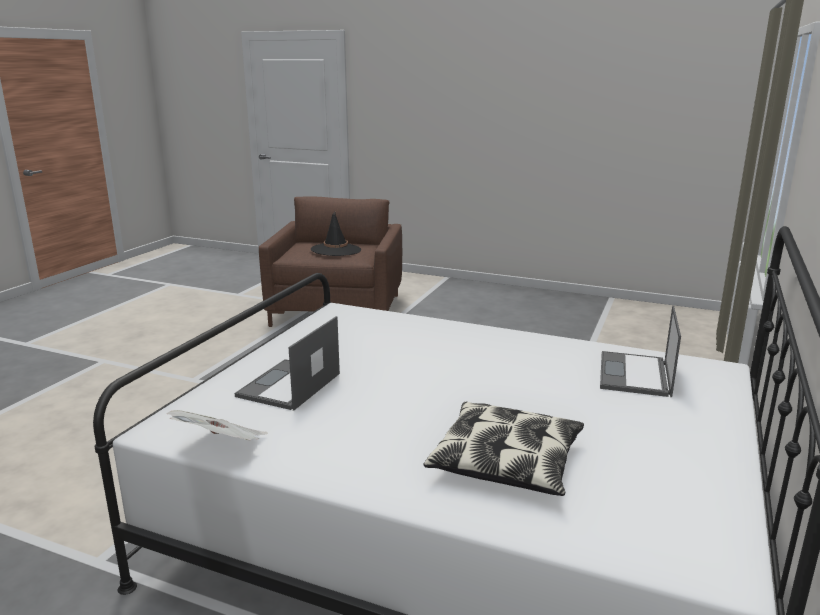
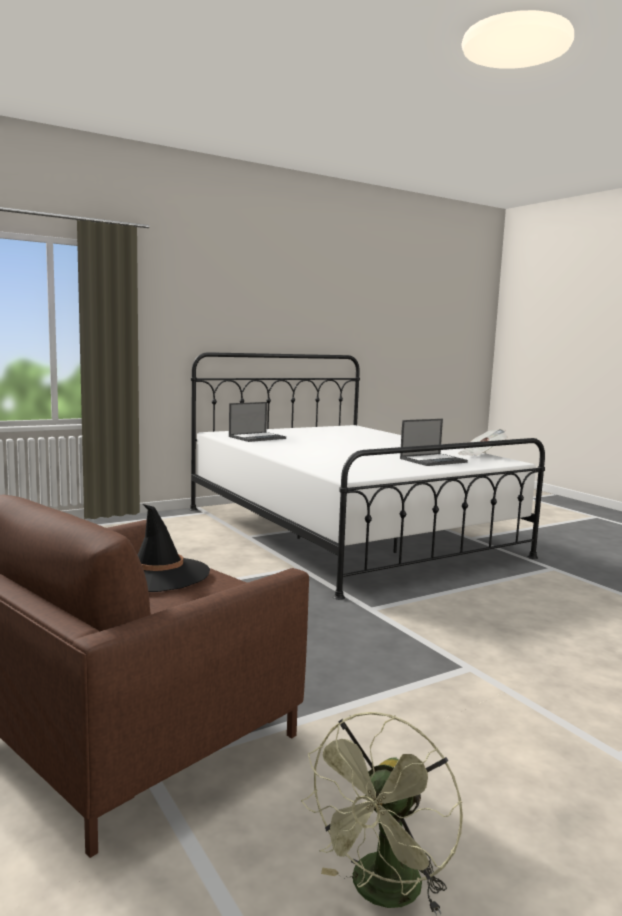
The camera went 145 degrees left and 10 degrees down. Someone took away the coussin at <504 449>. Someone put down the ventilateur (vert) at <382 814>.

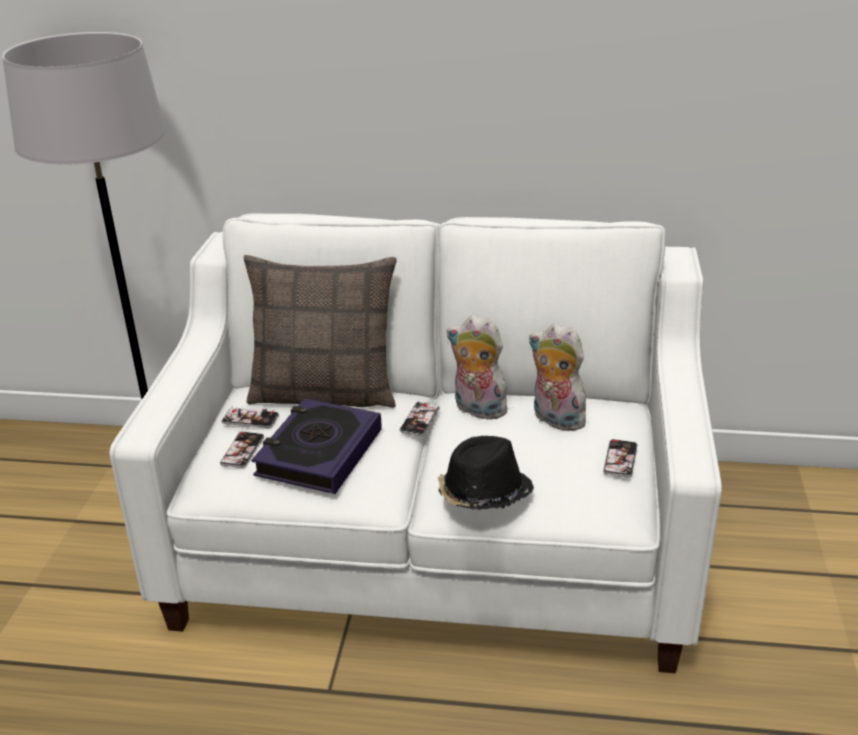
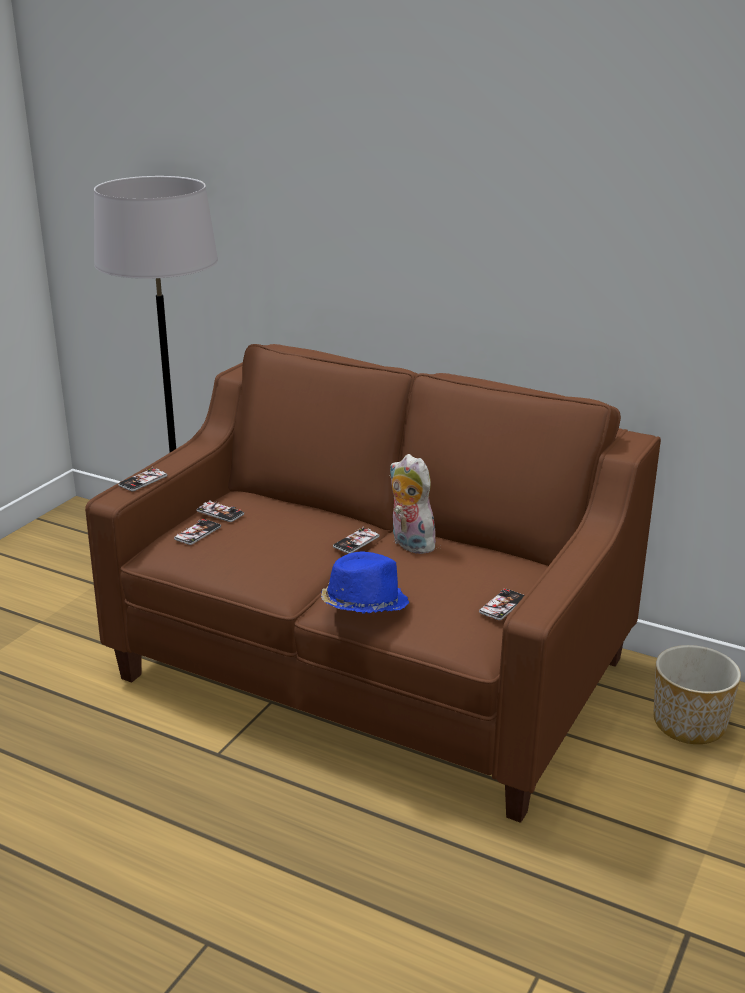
The camera went 20 degrees right and 5 degrees down. Someone repainted the canapé (blanc) at <416 443>, which became the canapé (marron) at <373 583>. Someone took away the coussin at <320 331>. Someone took away the peluche at <557 377>. Someone took away the livre at <316 446>. Someone repainted the chapeau (noir) at <486 473>, which became the chapeau (bleu) at <365 582>. Someone put down the téléphone at <142 479>. Someone put down the cache-pot at <697 694>.

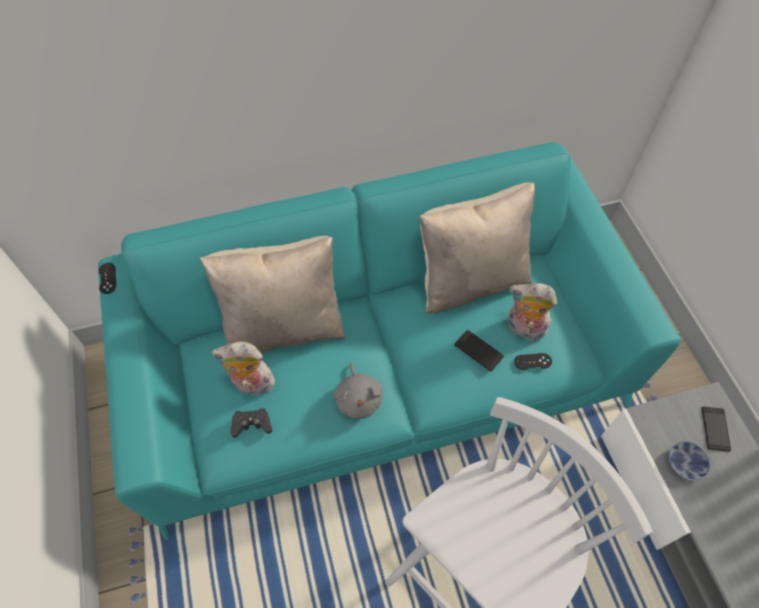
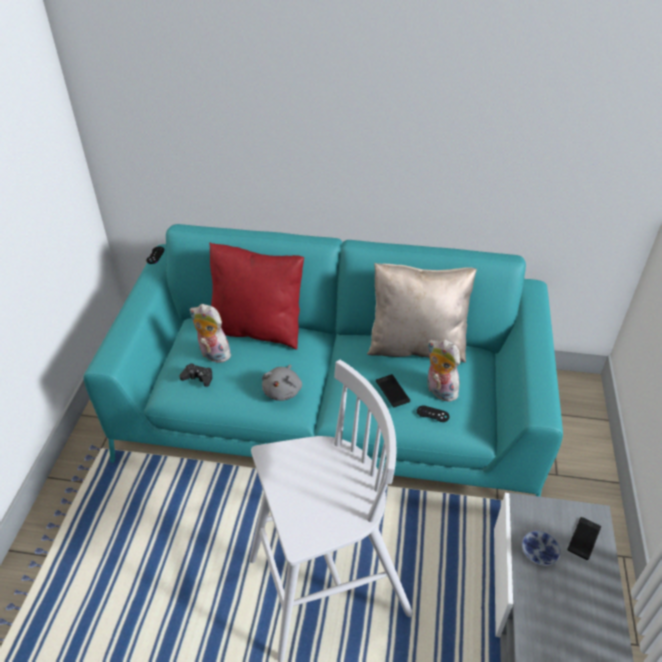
The camera went 25 degrees right and 15 degrees down. Someone repainted the coussin (beige) at <273 294>, which became the coussin (rouge) at <256 296>.

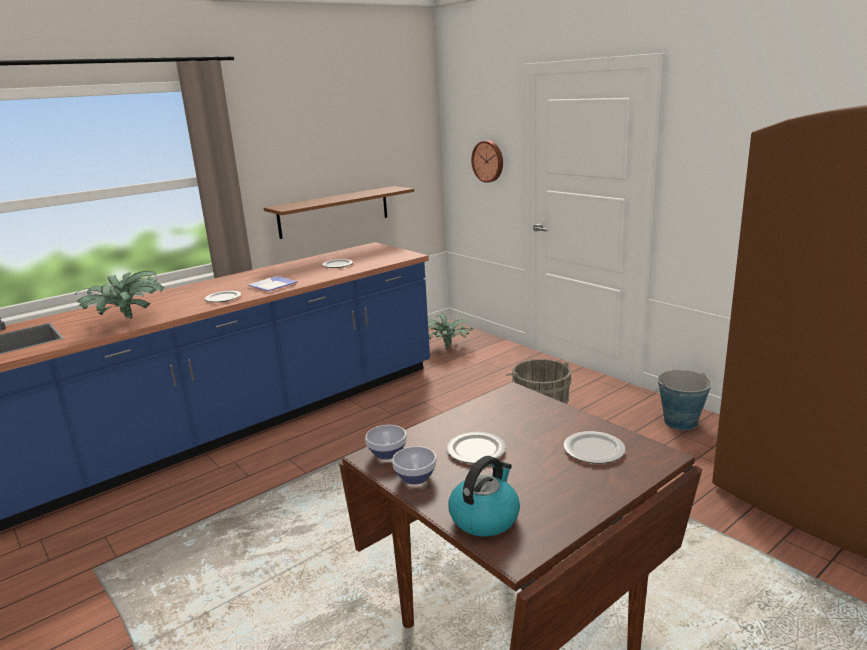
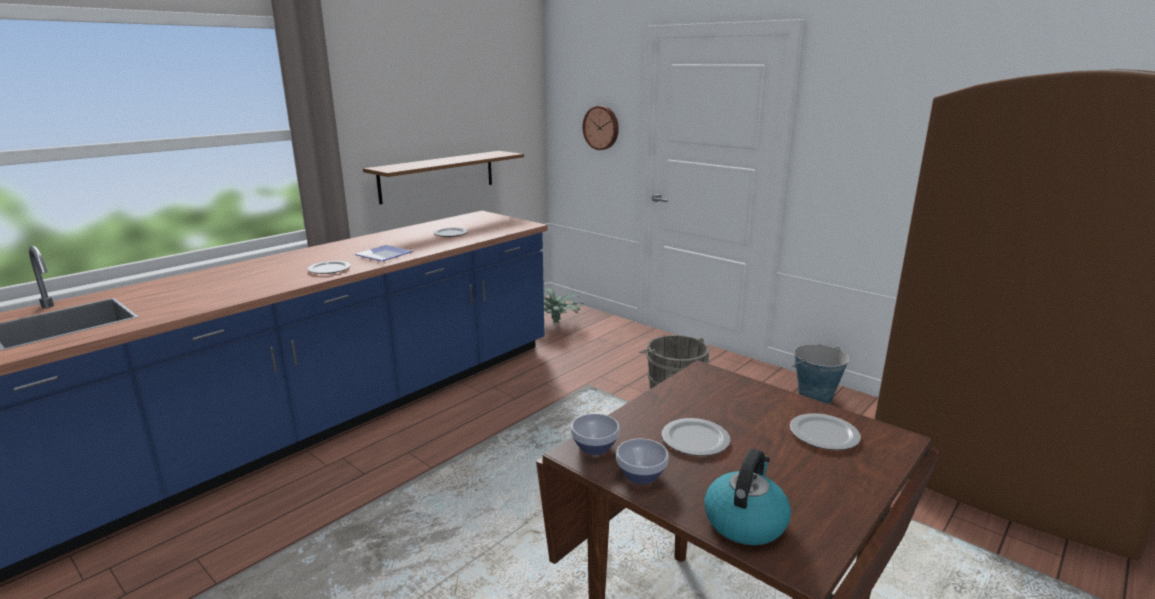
The camera went 10 degrees left and 0 degrees up. Someone took away the plante en pot at <119 295>.

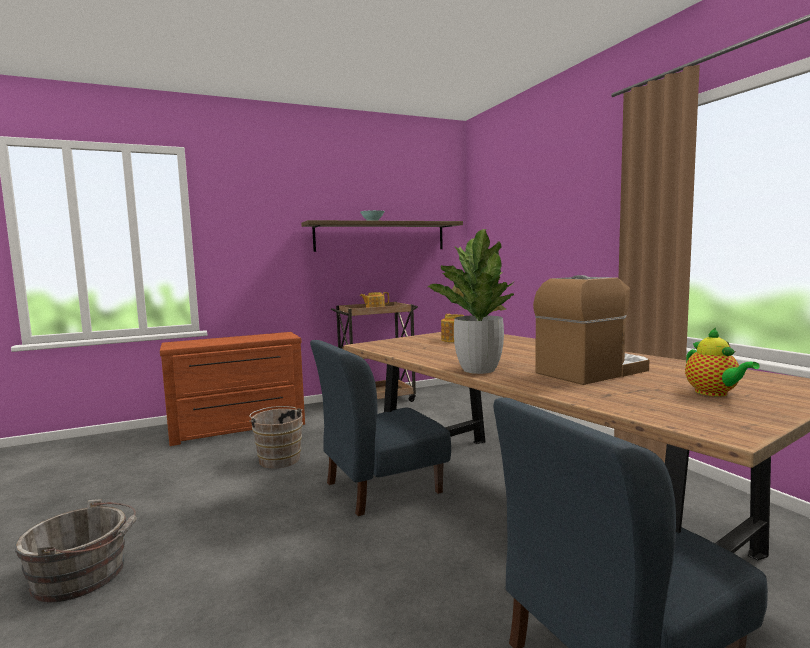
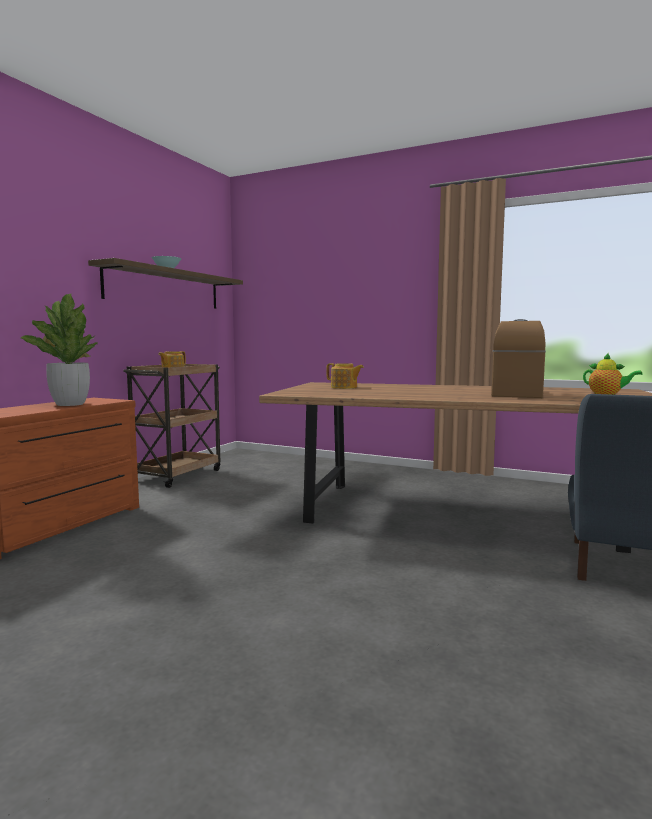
The camera went 40 degrees left and 0 degrees up. Someone carried the plante en pot from <471 301> to <59 350>. Someone took away the chaise (bleu) at <380 428>. Someone took away the seau (marron) at <276 437>. Someone took away the seau (gris) at <76 551>.

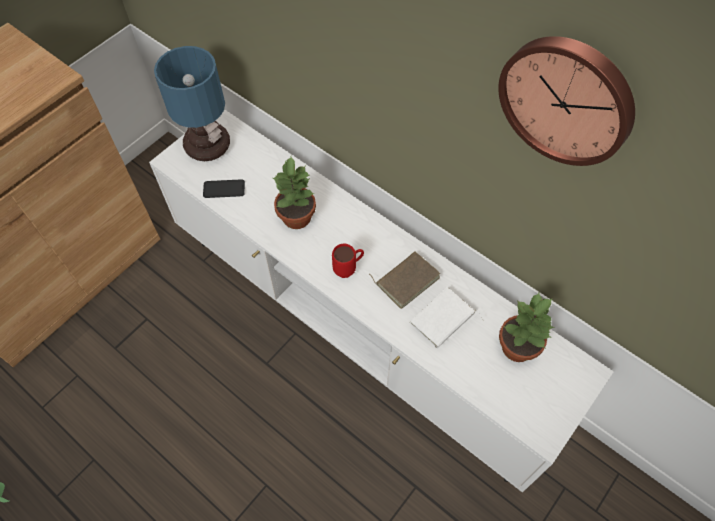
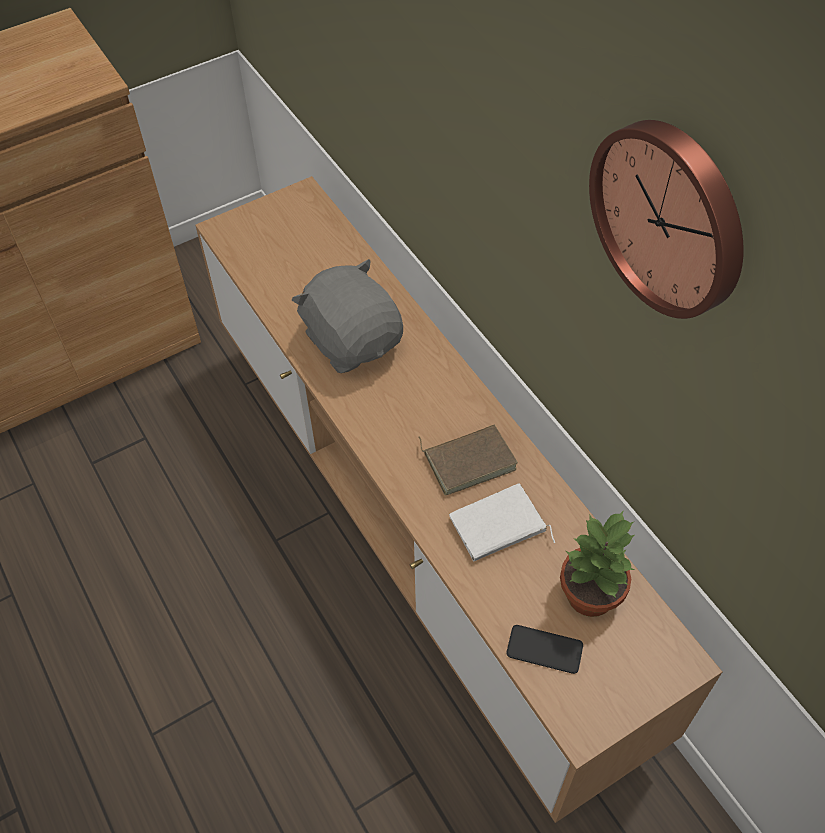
The camera went 20 degrees right and 5 degrees down. Someone took away the lampe de table at <192 103>. Someone repainted the meuble télé (blanc) at <381 301>, which became the meuble télé (marron) at <458 499>. Someone swapped the plante en pot at <294 193> for the peluche (gris) at <347 316>. Someone carried the téléphone from <224 188> to <545 649>. Someone took away the mug (rouge) at <348 261>.

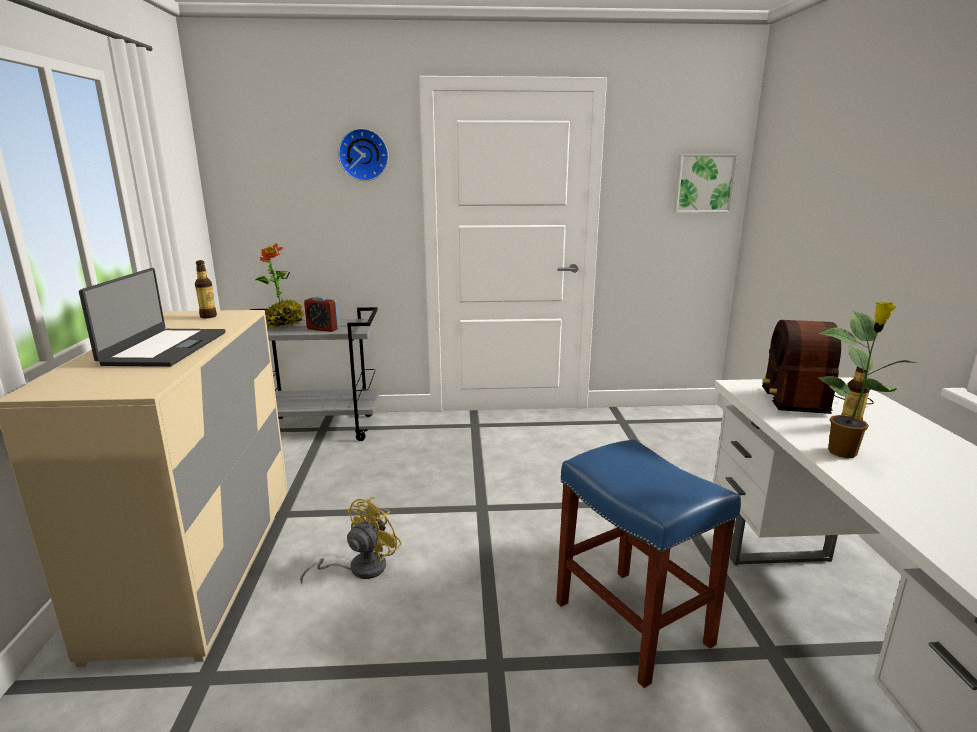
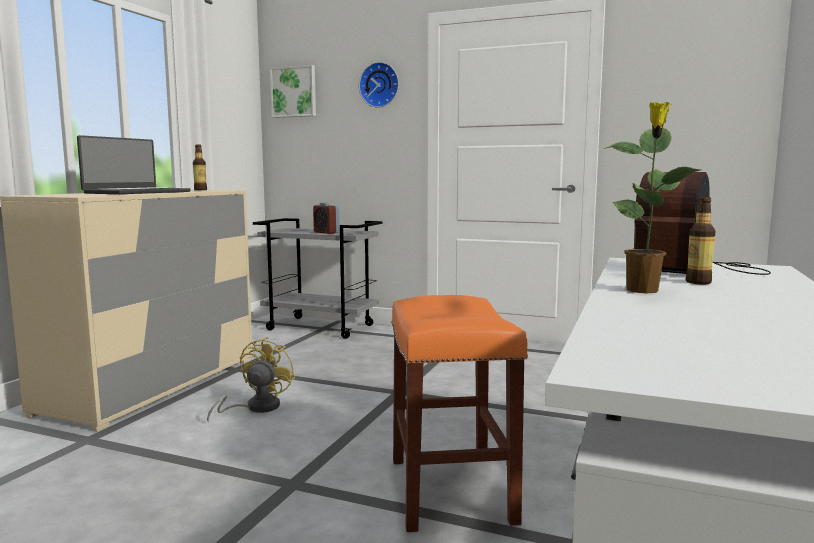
The camera went 25 degrees right and 10 degrees down. Someone carried the tableau from <705 183> to <293 91>. Someone took away the plante en pot at <280 285>. Someone repainted the tabouret (bleu) at <648 563>, which became the tabouret (orange) at <459 413>. Someone rotated the ventilateur (jaune) at <351 541> by 45 degrees counterclockwise.

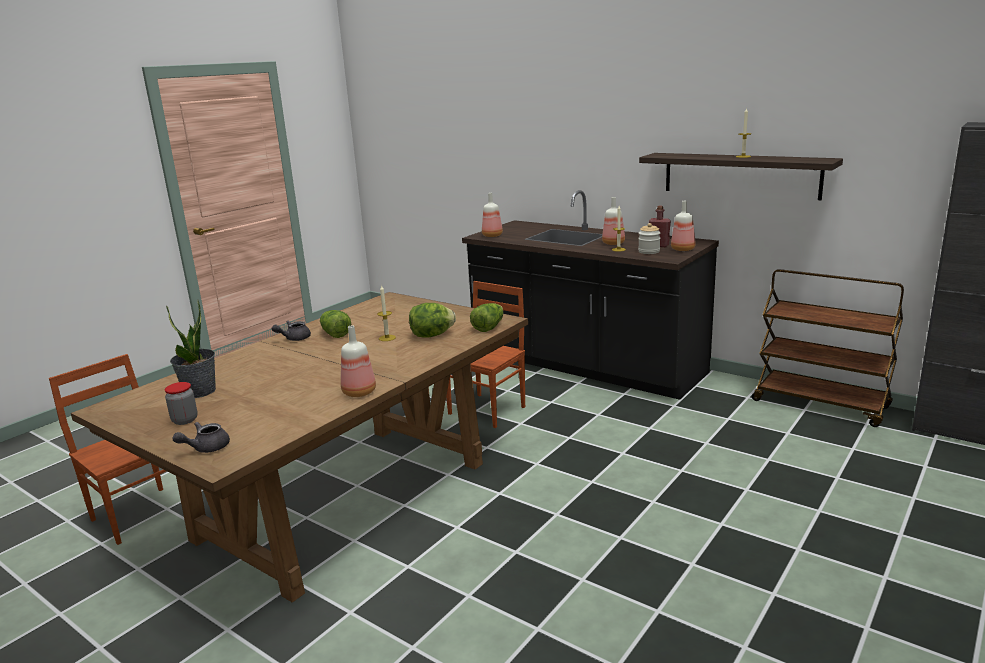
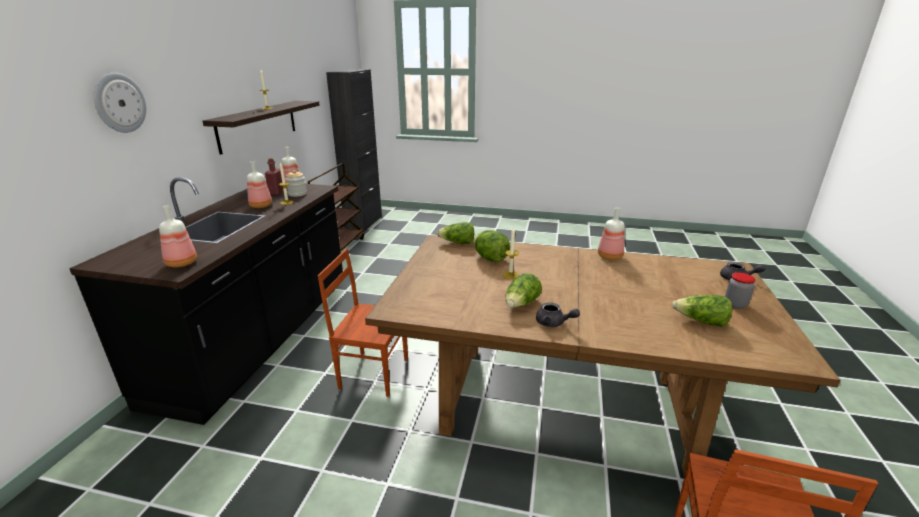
The camera went 115 degrees left and 5 degrees up. Someone swapped the plante en pot at <191 348> for the laitue at <702 311>. Someone put up the horloge murale at <120 103>.

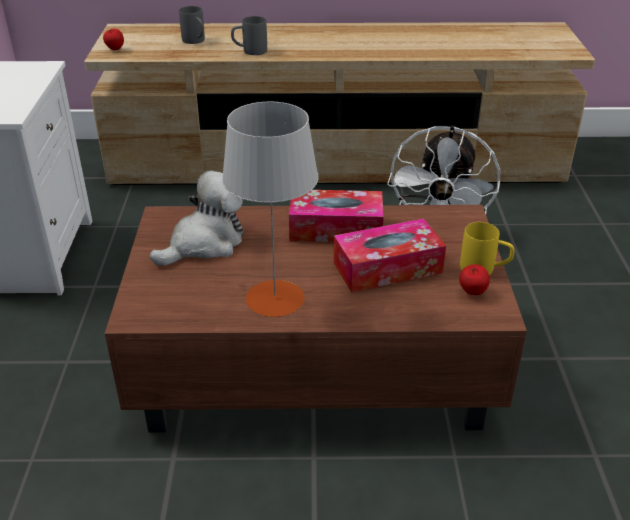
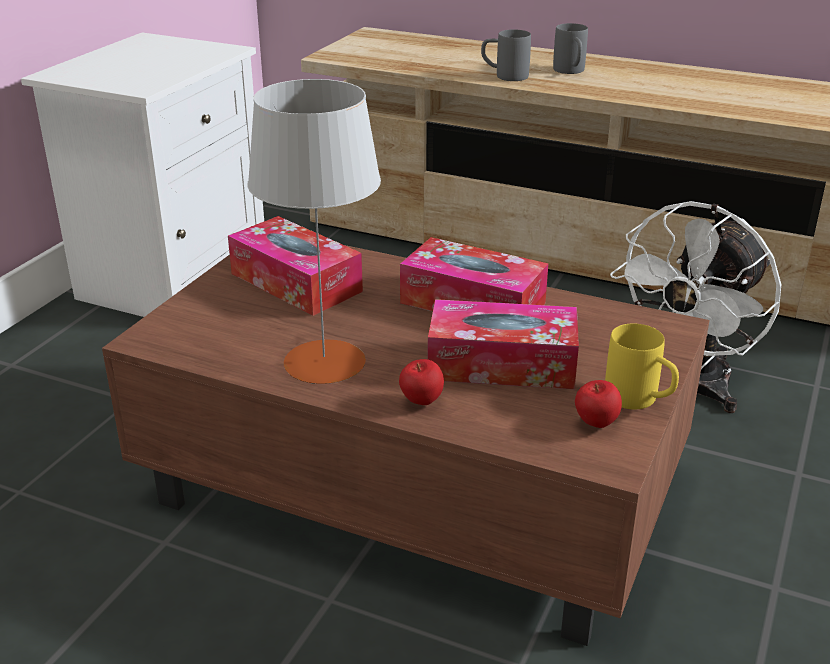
The camera went 25 degrees right and 5 degrees down. Someone carried the mug (gris) from <192 25> to <570 48>. Someone carried the pomme from <113 39> to <421 382>. Someone swapped the peluche at <196 218> for the boîte à mouchoirs at <295 266>.

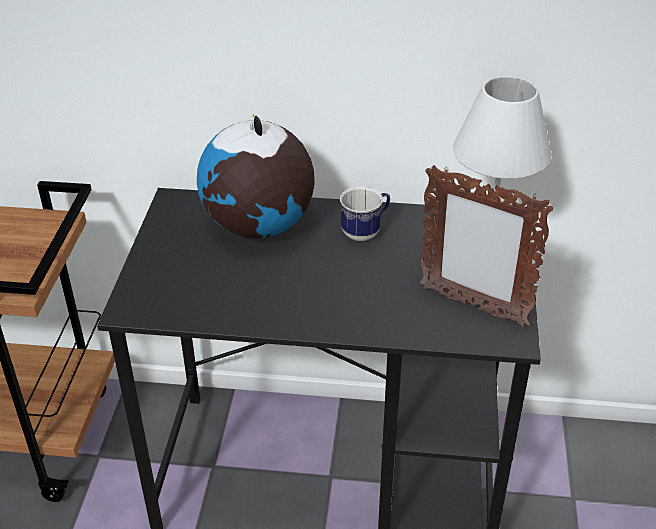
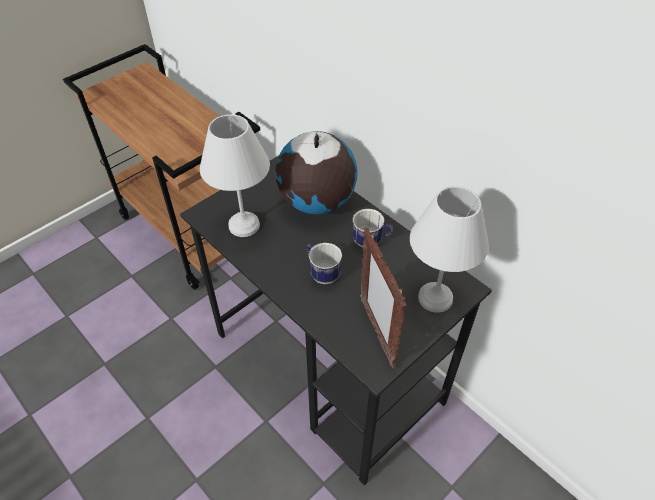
The camera went 40 degrees right and 10 degrees up. Someone put down the lampe de table (blanc) at <235 175>. Someone put down the mug at <324 263>.

